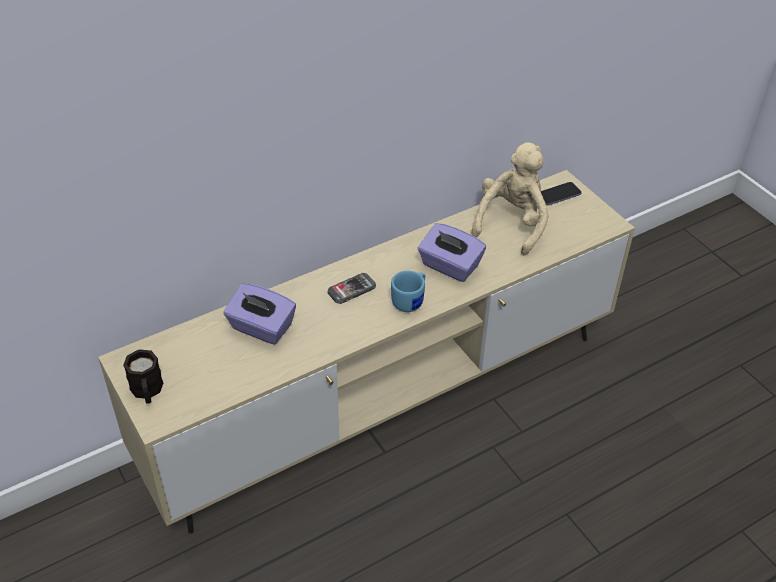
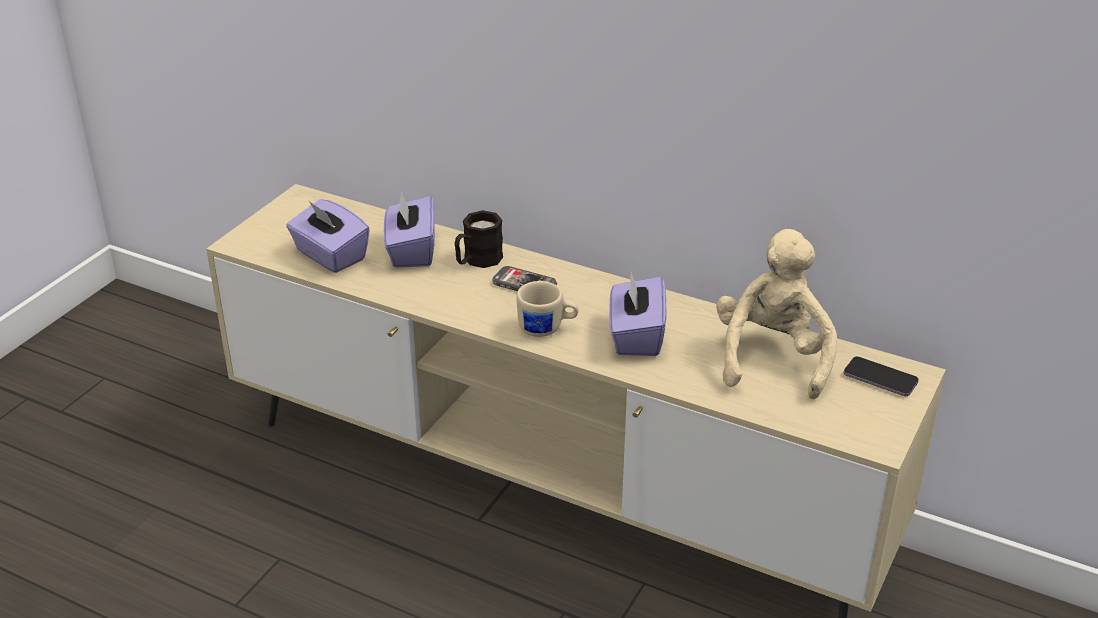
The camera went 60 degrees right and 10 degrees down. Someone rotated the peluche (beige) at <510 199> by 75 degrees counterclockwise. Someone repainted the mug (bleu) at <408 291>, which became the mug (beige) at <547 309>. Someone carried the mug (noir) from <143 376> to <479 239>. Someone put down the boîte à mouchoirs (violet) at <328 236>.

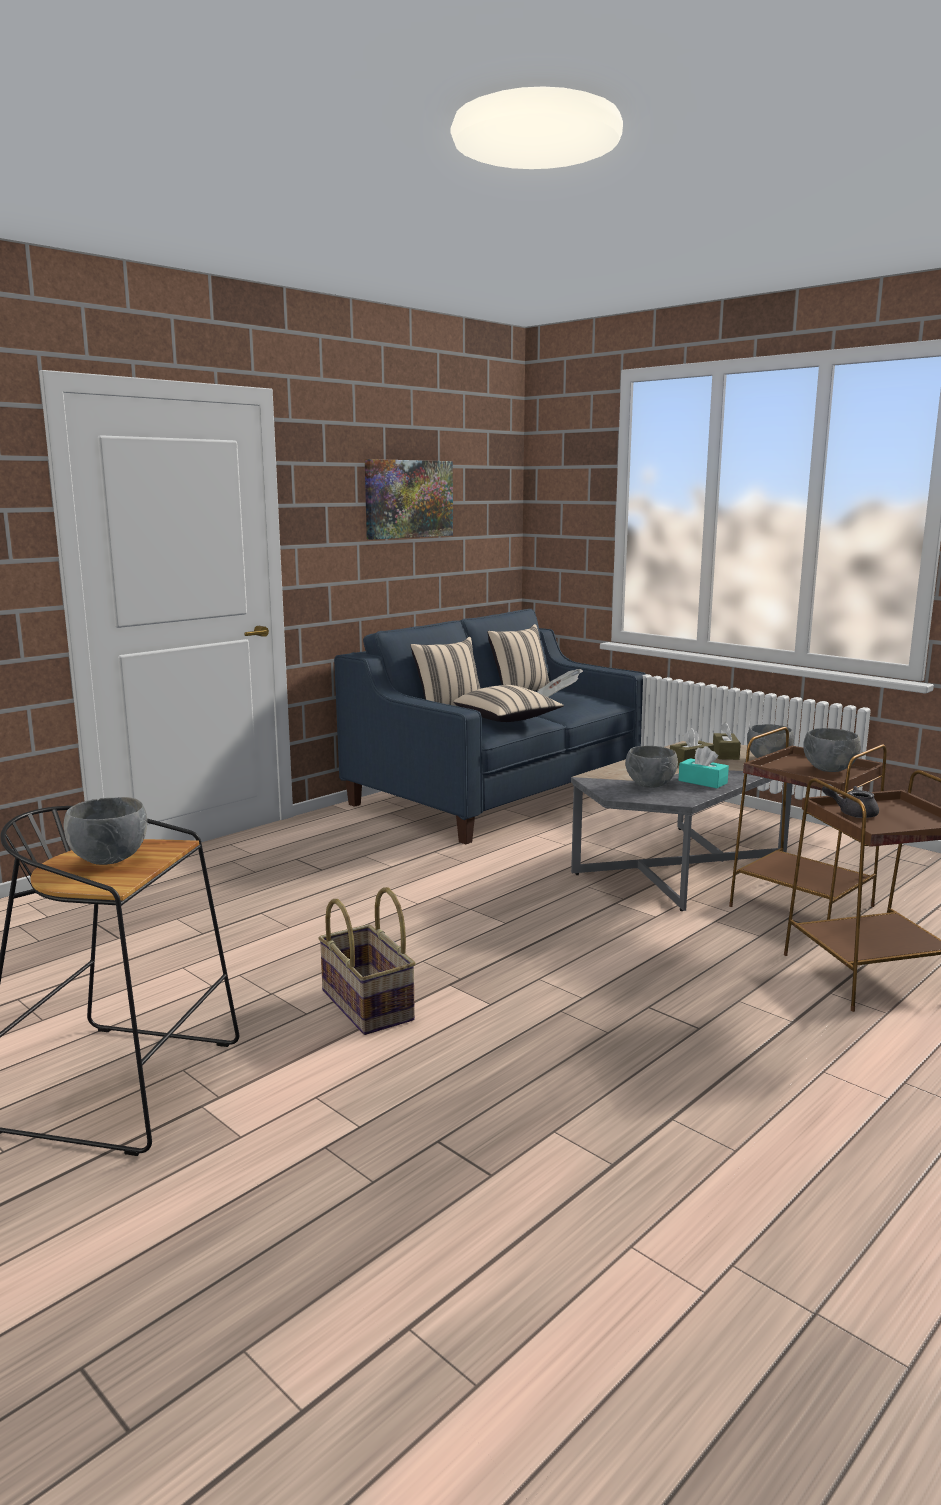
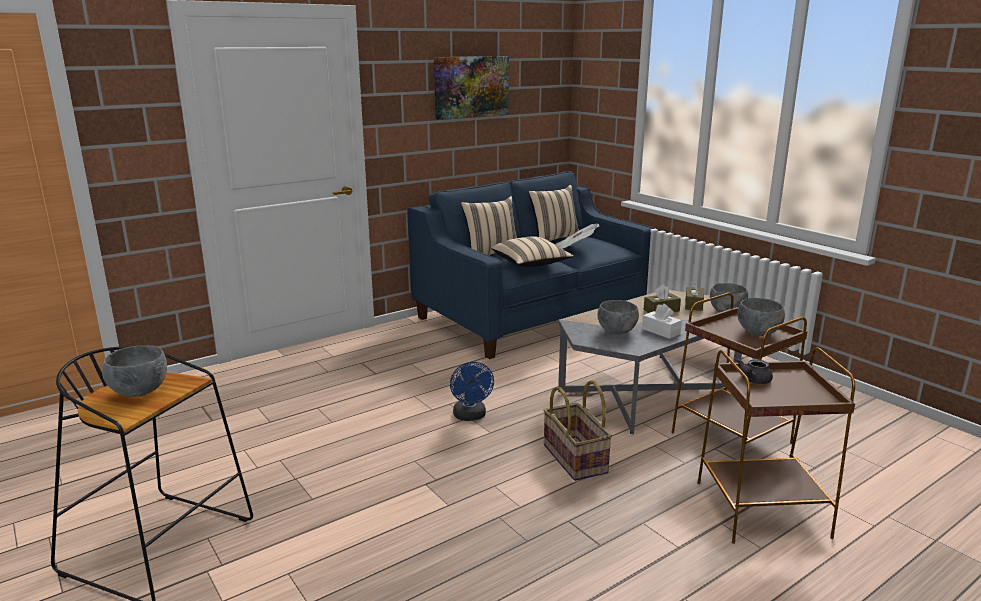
The camera went 10 degrees right and 5 degrees up. Someone repainted the boîte à mouchoirs (turquoise) at <704 767>, which became the boîte à mouchoirs (blanc) at <662 321>. Someone rotated the théière (gris) at <850 801> by 75 degrees counterclockwise. Someone carried the panier from <367 961> to <577 430>. Someone put down the ventilateur (bleu) at <472 391>.

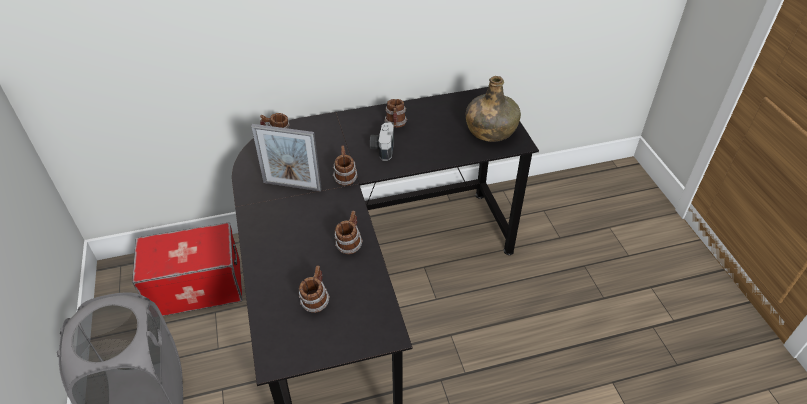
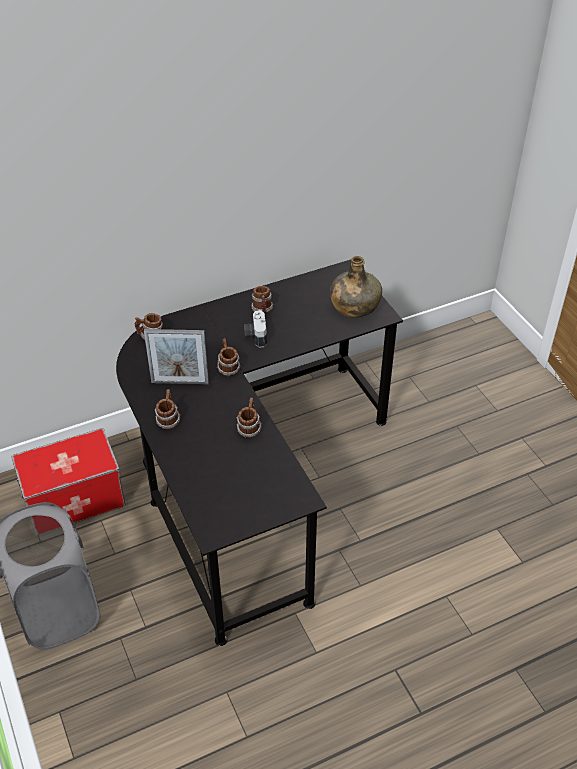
The camera went 10 degrees left and 0 degrees up. Someone carried the mug from <314 289> to <167 409>.

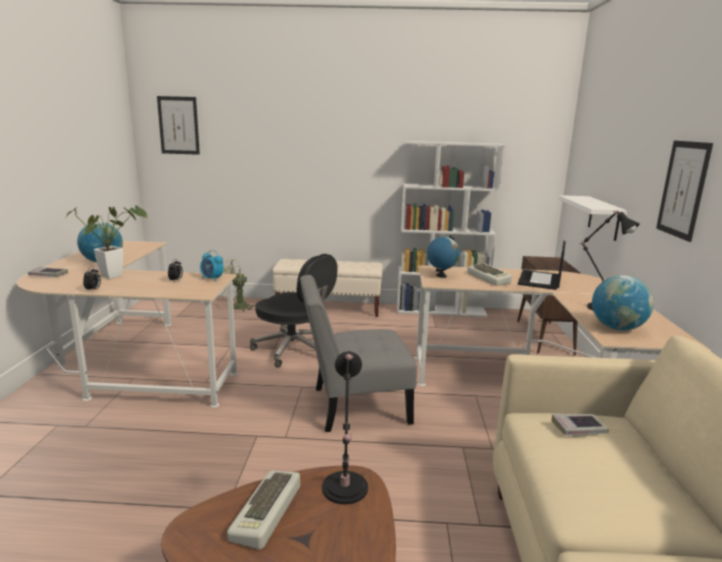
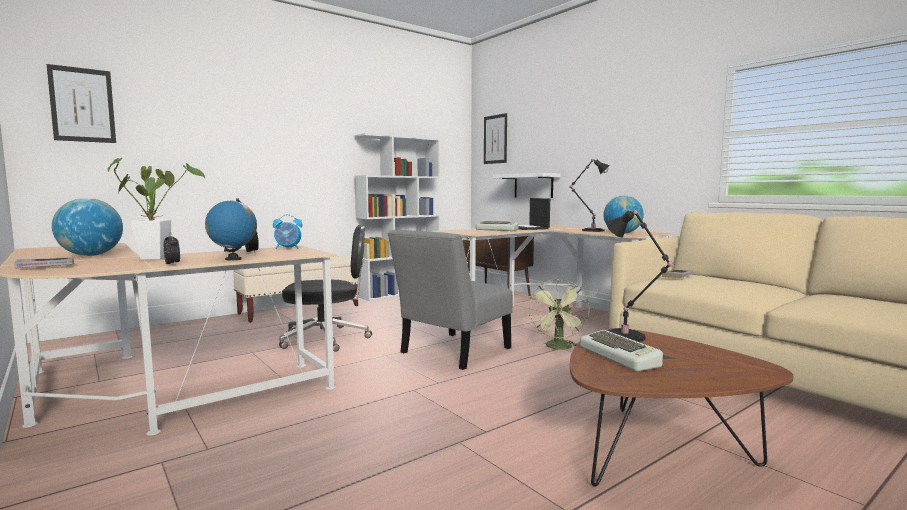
The camera went 40 degrees left and 10 degrees down. Someone carried the tableau from <684 191> to <495 138>. Someone carried the globe from <443 256> to <231 229>. Someone carried the ventilateur (vert) from <238 285> to <559 314>.

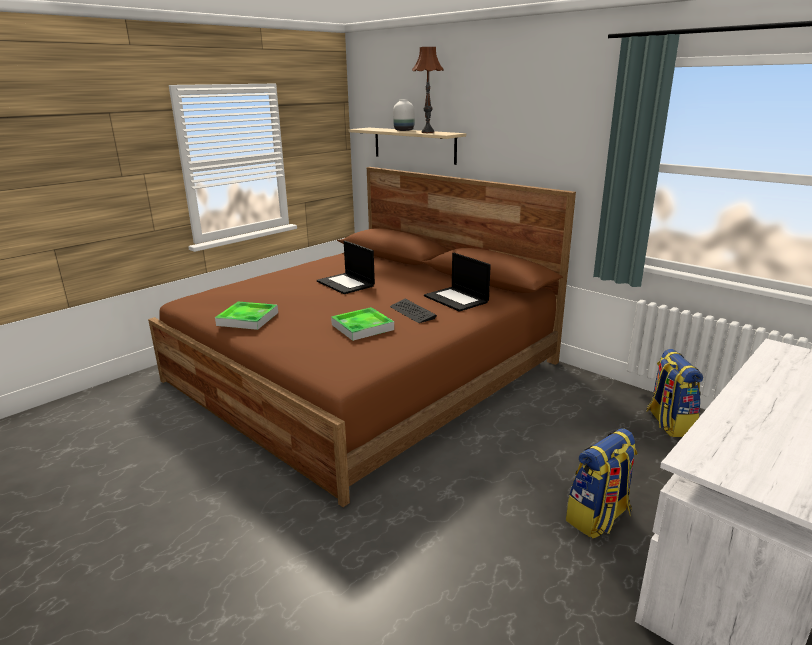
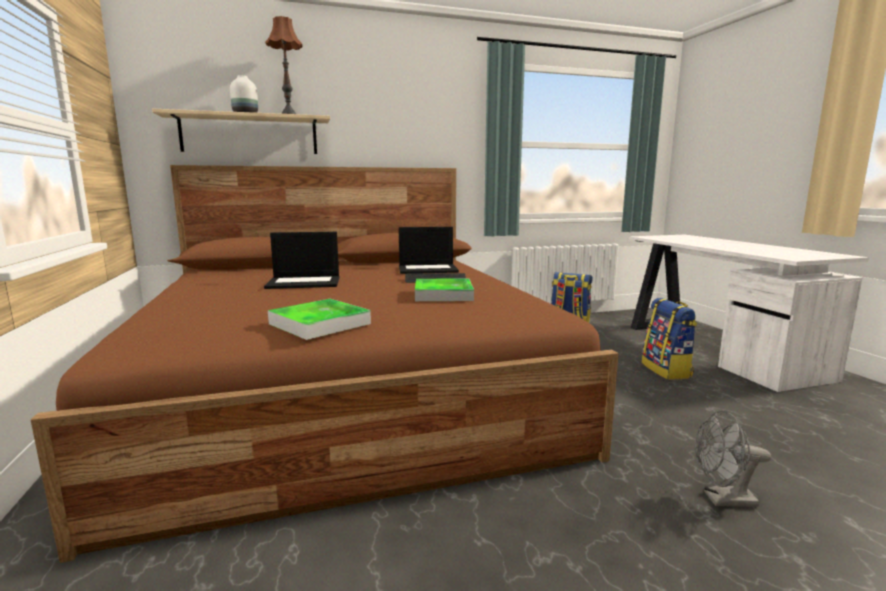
The camera went 60 degrees left and 10 degrees down. Someone put down the ventilateur (gris) at <733 459>.

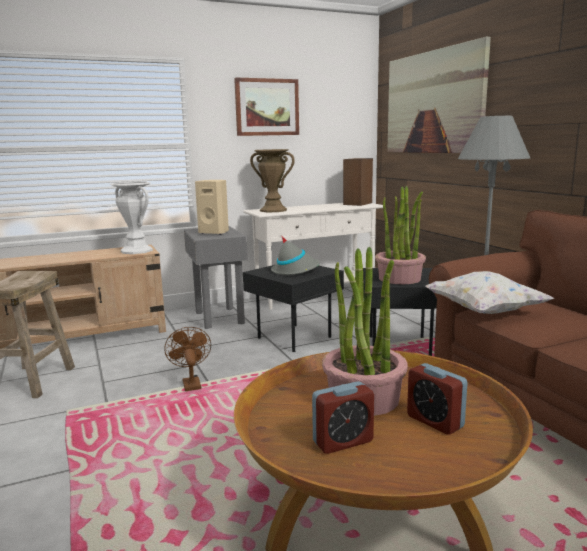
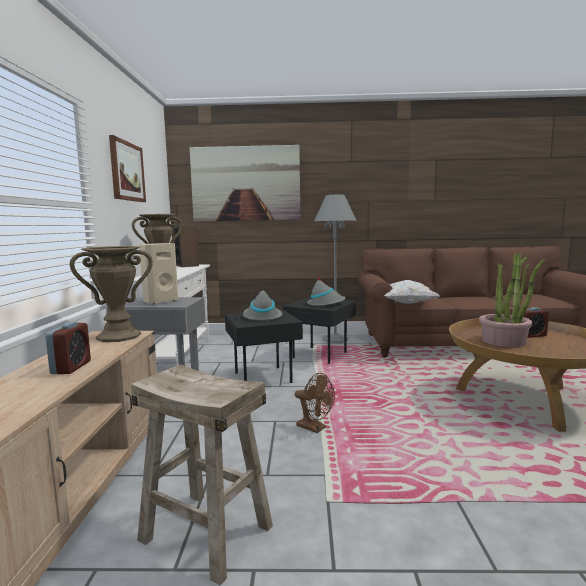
The camera went 65 degrees left and 5 degrees down. Someone repainted the vase (blanc) at <131 218>, which became the vase (marron) at <111 294>. Someone swapped the plante en pot at <400 235> for the chapeau (gris) at <326 291>. Someone rotated the ventilateur (marron) at <187 359> by 150 degrees counterclockwise. Someone carried the réveil from <343 417> to <68 348>.

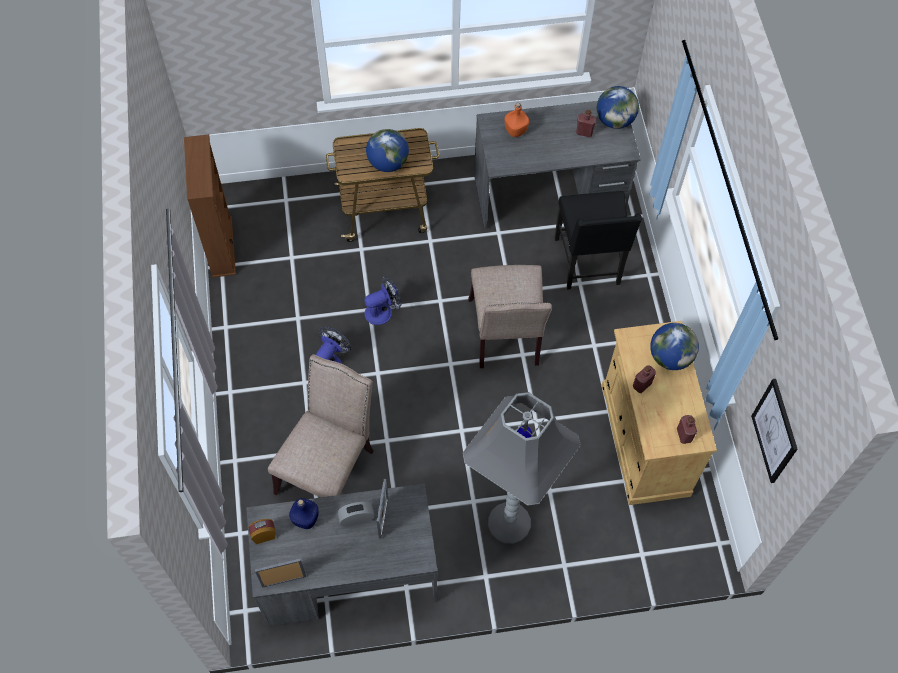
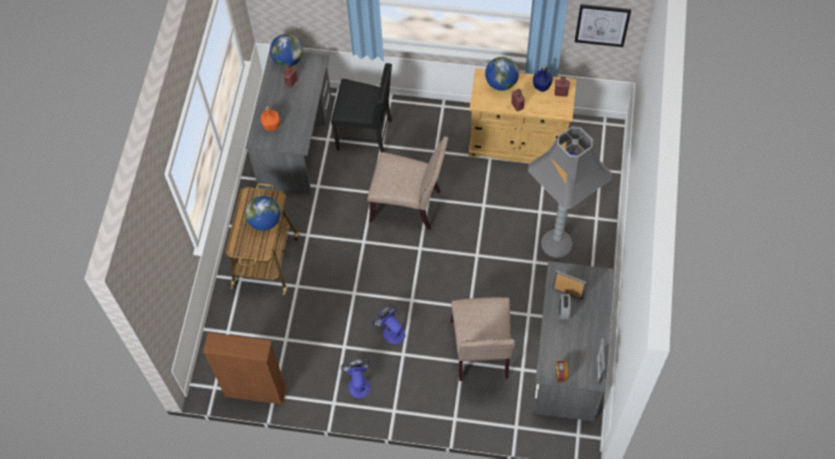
The camera went 70 degrees left and 0 degrees up. Someone carried the ventilateur from <382 300> to <355 378>. Someone rotated the chaise (beige) at <321 425> by 135 degrees counterclockwise. Someone carried the bouteille (bleu) from <304 513> to <543 79>.

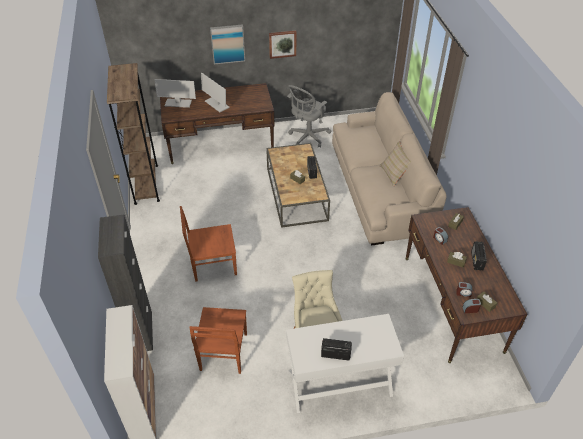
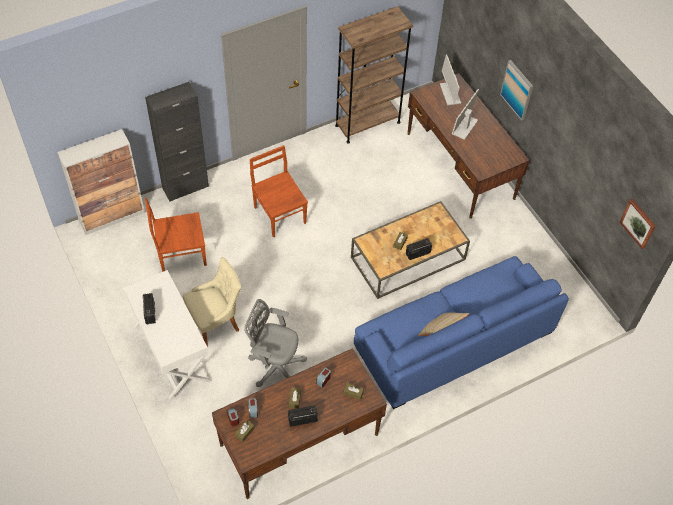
The camera went 70 degrees right and 10 degrees up. Someone carried the tableau from <282 45> to <638 224>. Someone carried the chaise de bureau (gris) from <309 116> to <275 343>. Someone repainted the canapé (beige) at <389 169>, which became the canapé (bleu) at <461 332>.

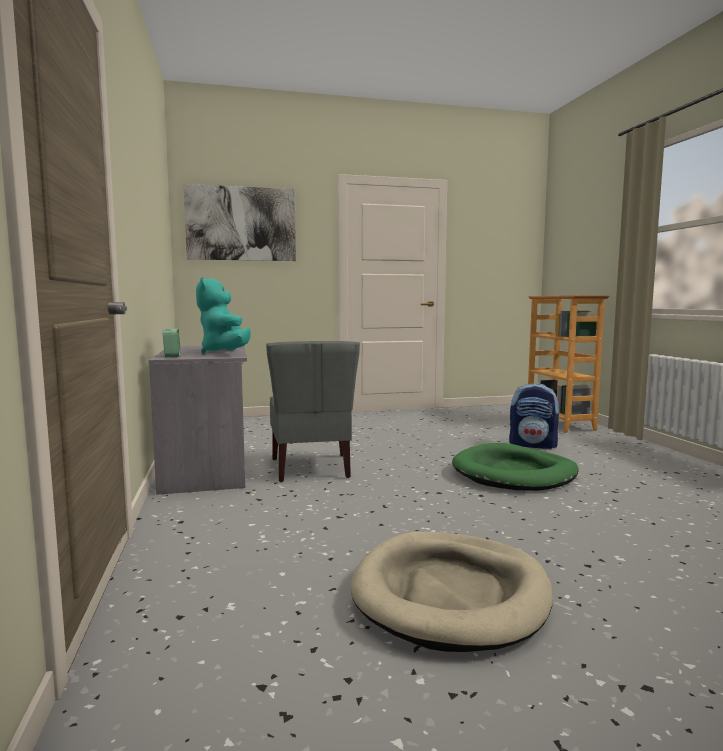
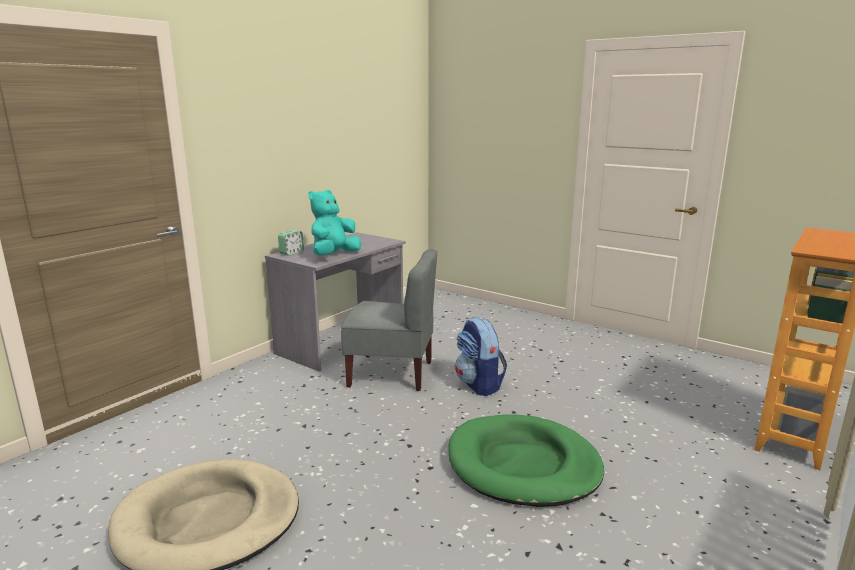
The camera went 50 degrees right and 10 degrees up. Someone took away the tableau at <240 222>. Someone rotated the chaise (gris) at <313 411> by 120 degrees counterclockwise. Someone carried the sac à dos from <534 416> to <481 356>.

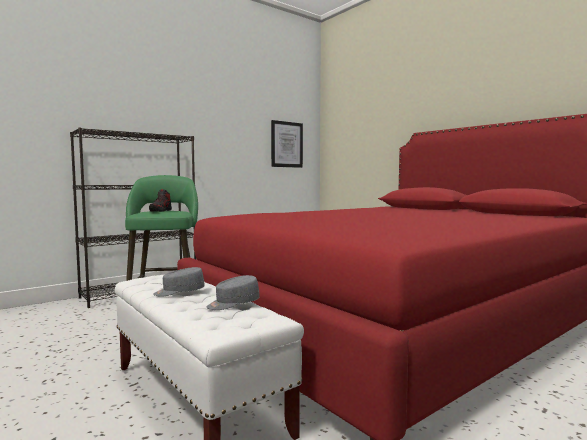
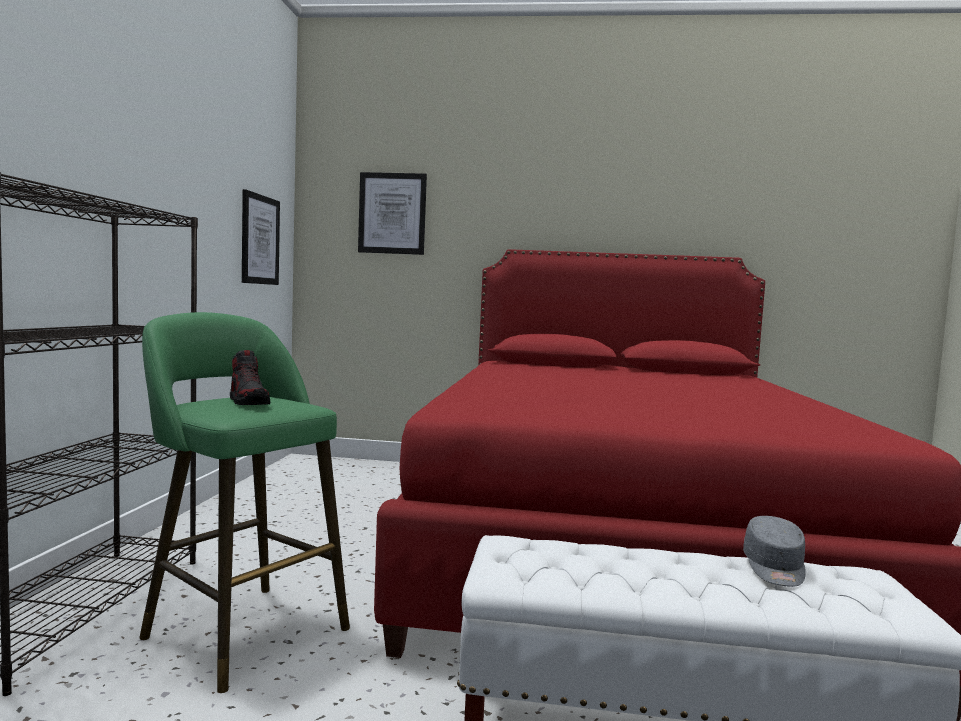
The camera went 45 degrees left and 0 degrees up. Someone took away the casquette (gris) at <179 282>. Someone put up the tableau at <392 213>.

